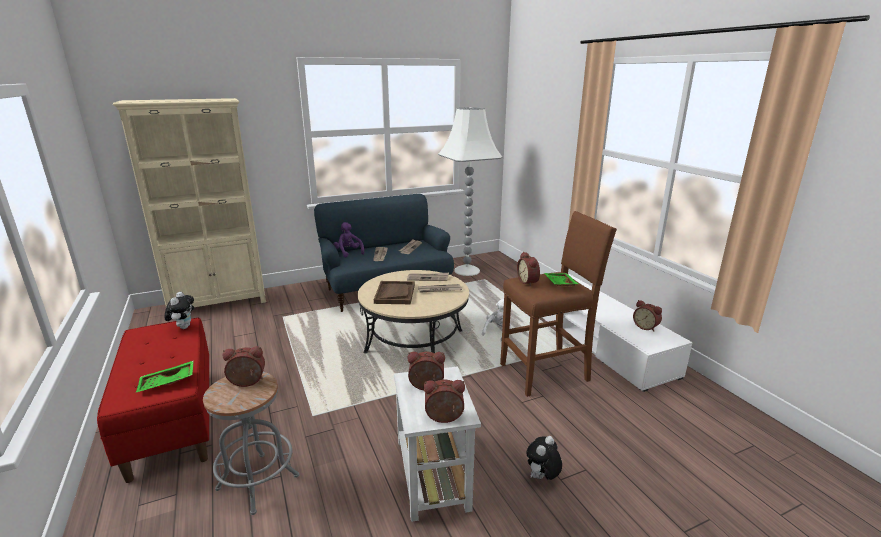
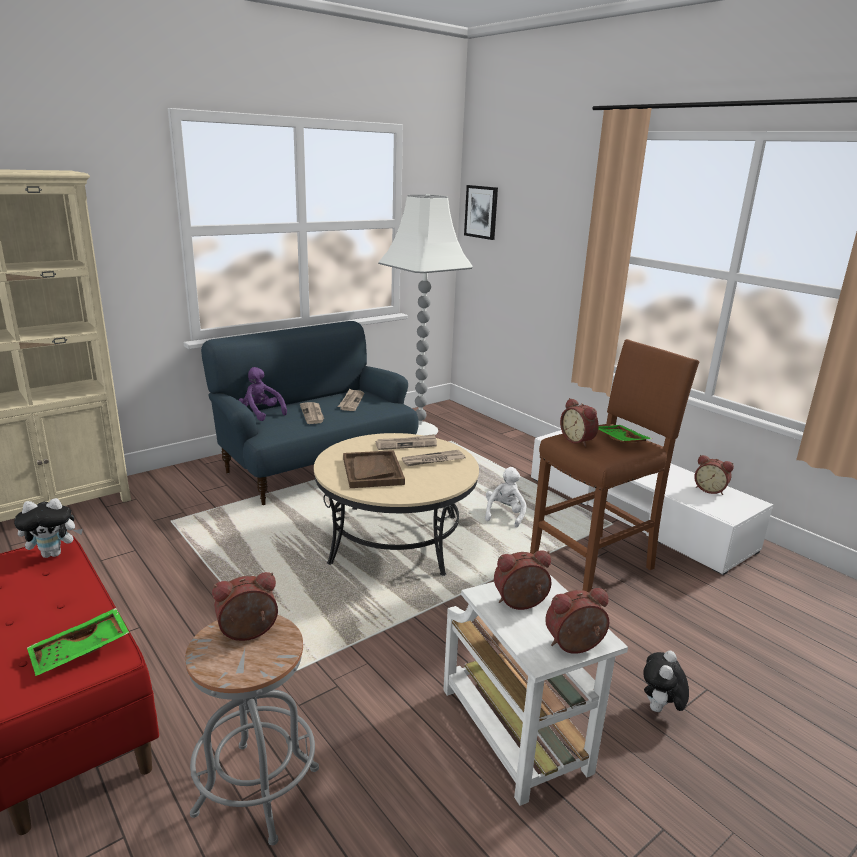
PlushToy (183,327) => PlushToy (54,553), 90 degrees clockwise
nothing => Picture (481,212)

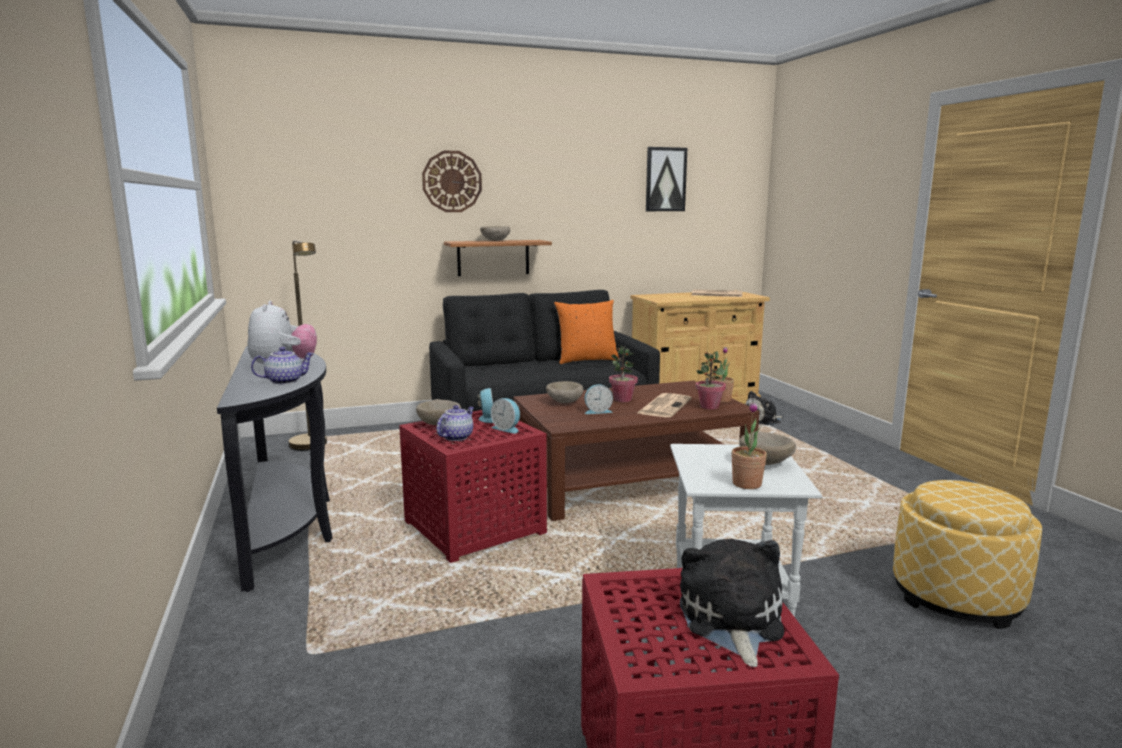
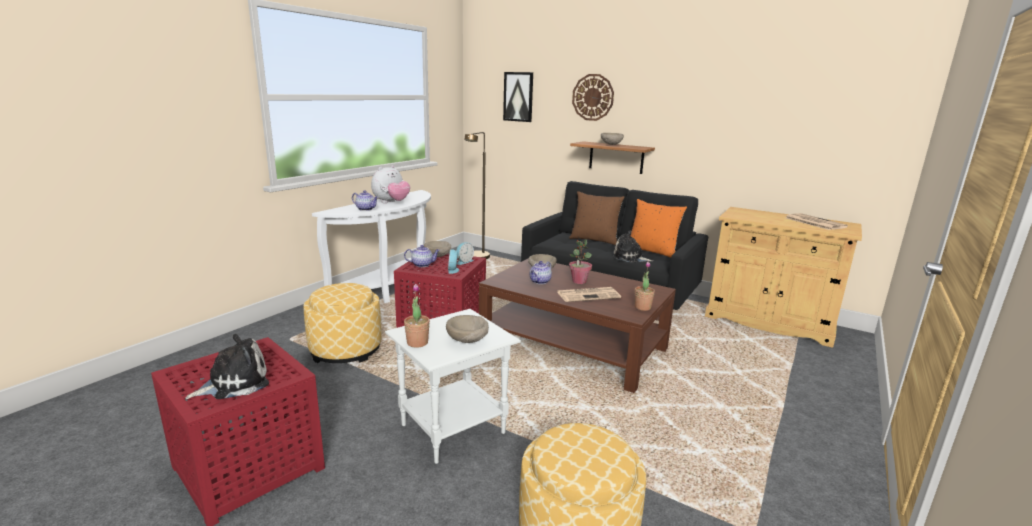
Picture (665,179) => Picture (518,97), move
BlackConsoleTable (289,526) => WhiteConsoleTable (391,290)
PottedPlant (709,407) => nothing
AlarmClock (597,411) => Teapot (540,282)
PlushToy (763,420) => PlushToy (630,258), move
nothing => BrownPillow (594,240)
nothing => Ottoman (346,350)

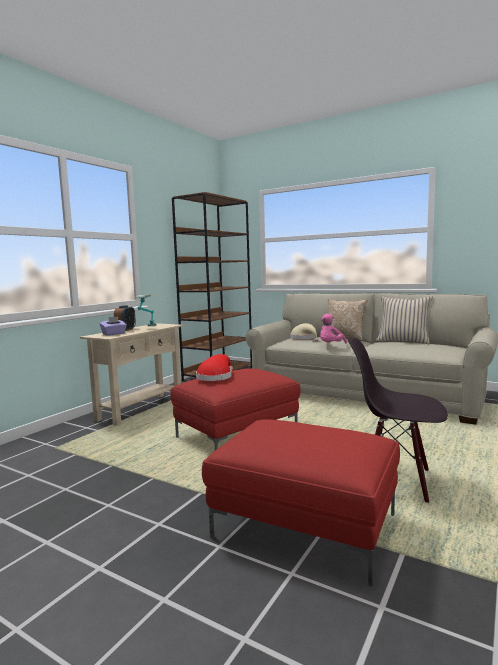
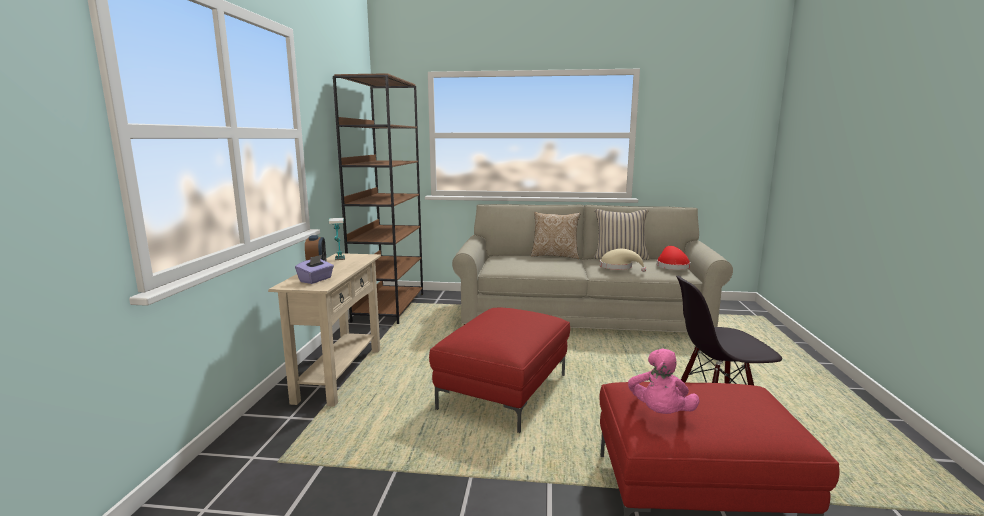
PinkPlushToy (330,345) => PinkPlushToy (660,413), move
BeigeHat (304,338) => BeigeHat (618,267), move
RedHat (215,377) => RedHat (671,266), move

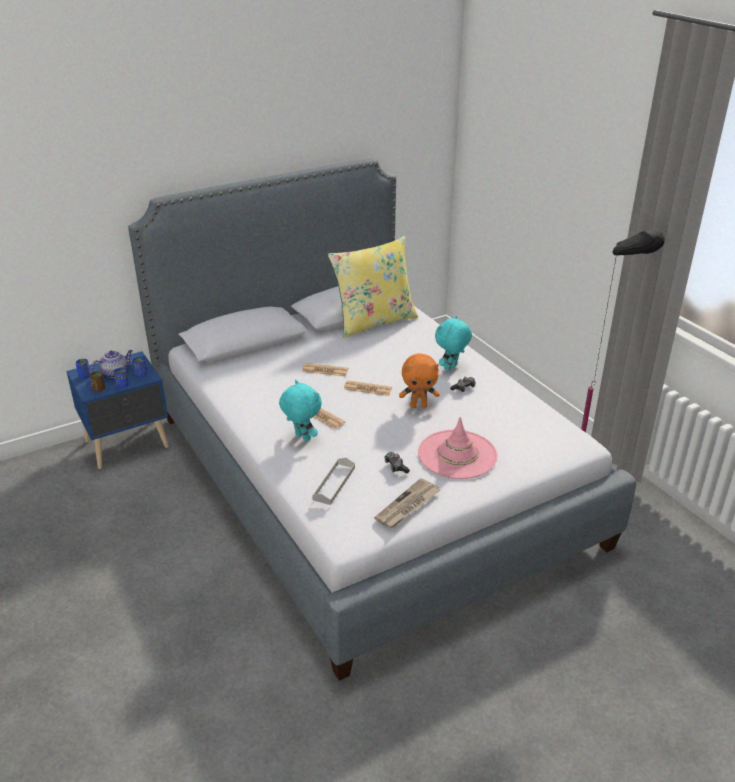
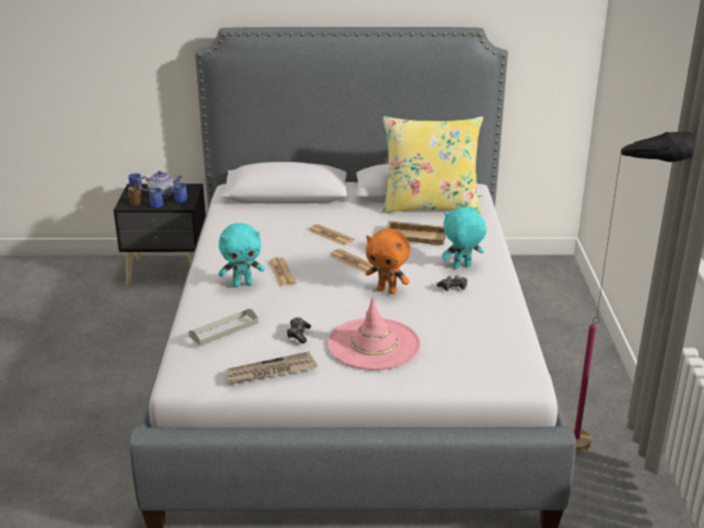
BlueNightstand (128,445) => BlackNightstand (168,272)
TurquoisePlushToy (301,437) => TurquoisePlushToy (242,284), 90 degrees clockwise
nothing => BeigeTray (417,236)

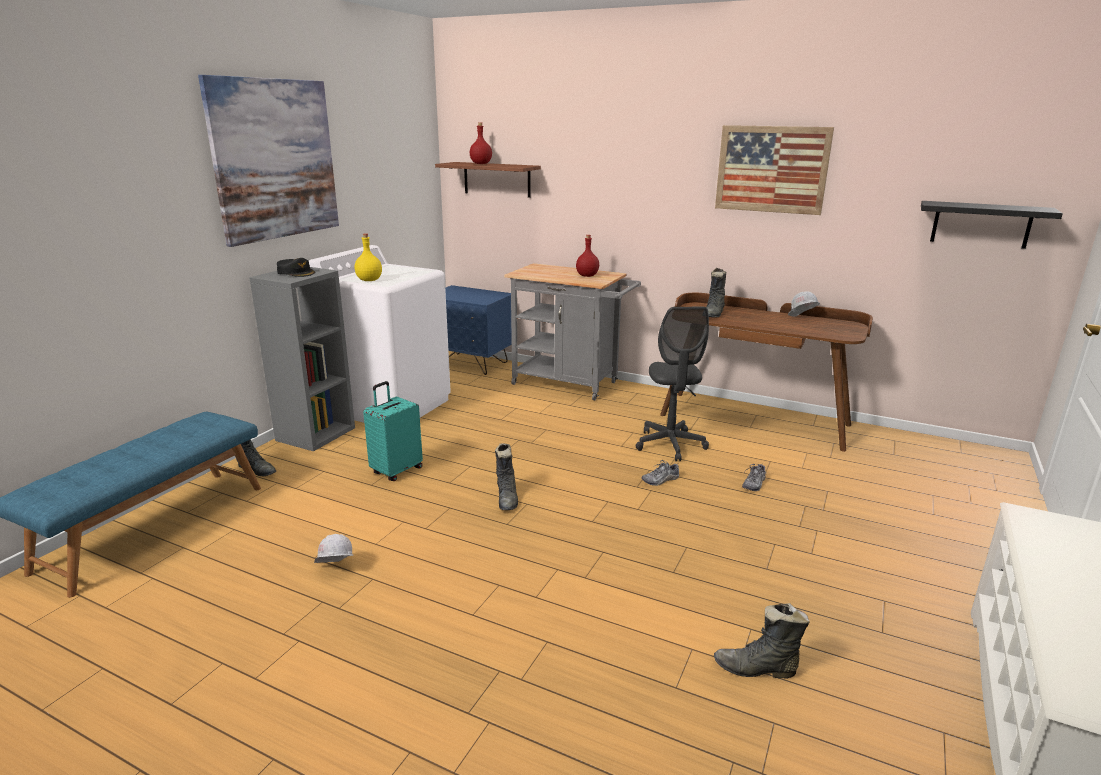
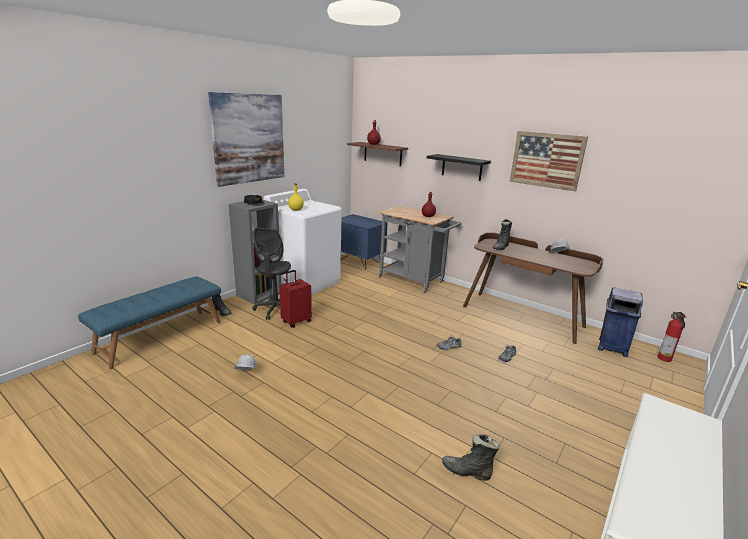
BlackShelf (981,224) => BlackShelf (461,167), move
GreyOfficeChair (670,444) => GreyOfficeChair (275,309), move
TurquoiseSuitcase (396,470) => RedSuitcase (296,321)
BlackBoot (507,498) => nothing
nothing => BlueTrashCan (611,347)
nothing => FireExtinguisher (665,359)

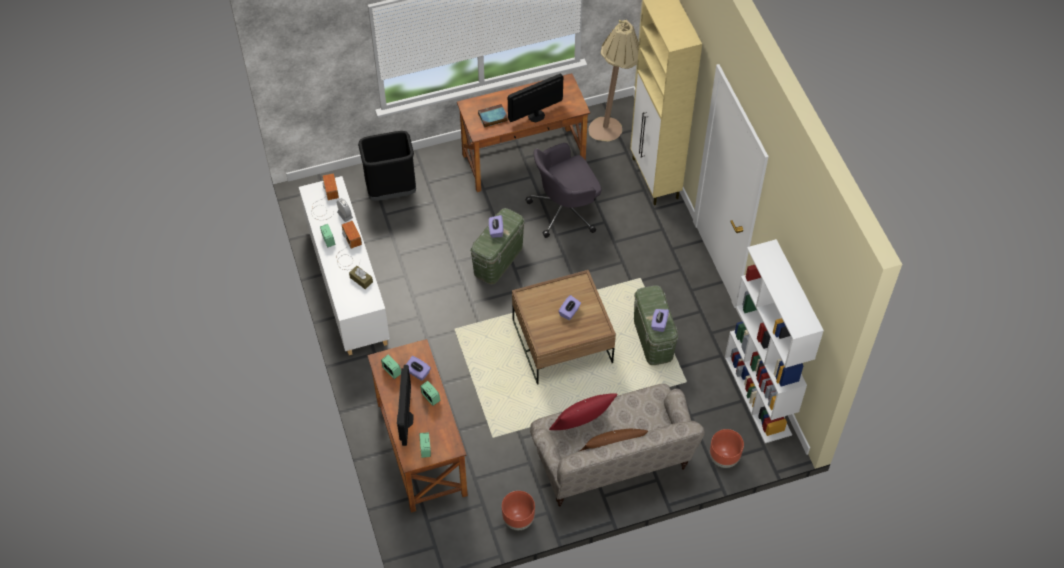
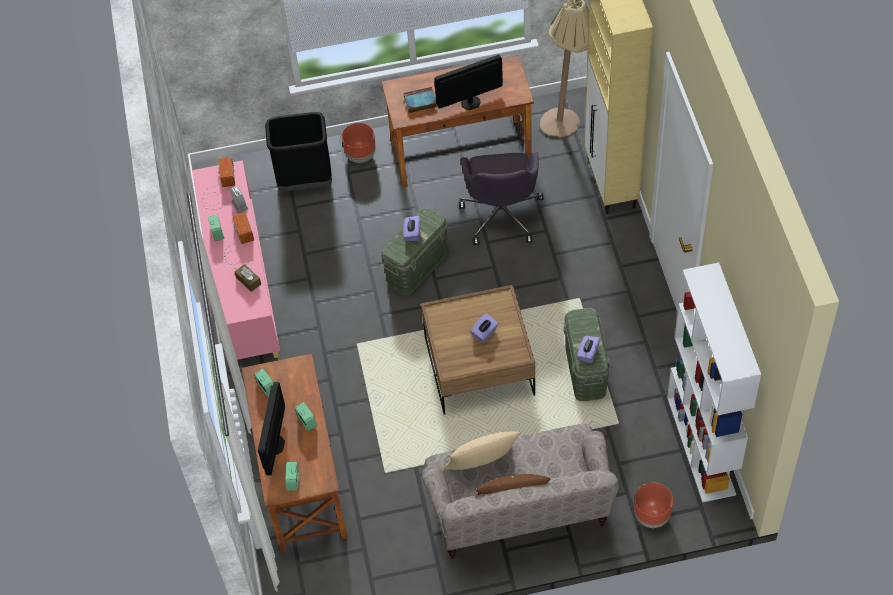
GreyOfficeChair (565,210) => GreyOfficeChair (502,214), 75 degrees counterclockwise
WhiteCabinet (347,285) => PinkCabinet (242,286)
PurpleTissueBox (417,372) => nothing
RedPillow (581,426) => BeigePillow (482,466)
BrownPlanter (518,520) => BrownPlanter (360,156), move

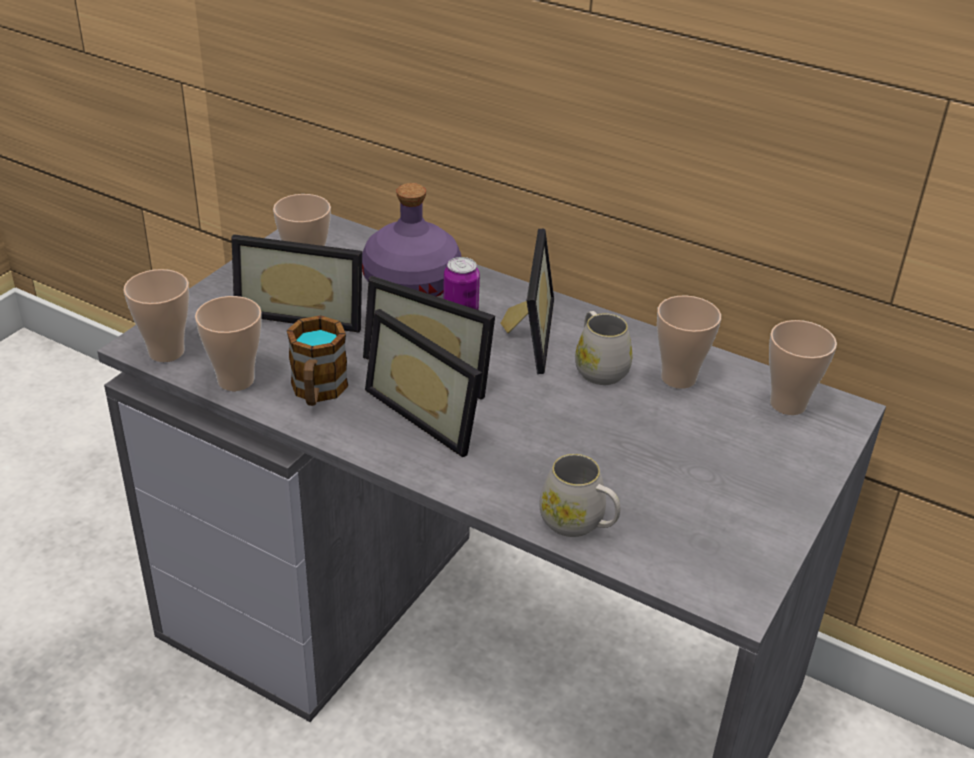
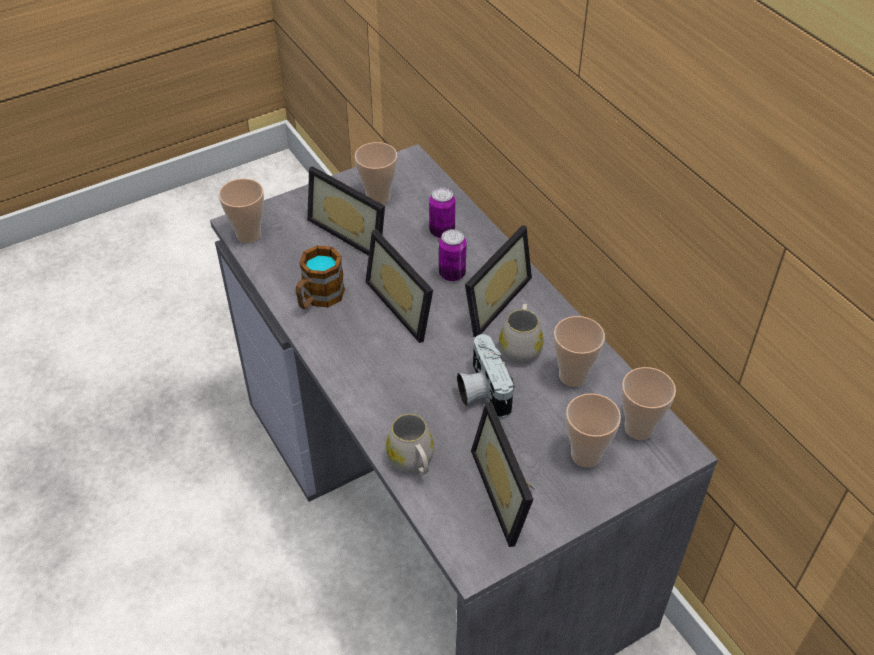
PurpleBottle (413,283) => Can (442,231)
Cup (236,380) => Cup (586,455), move
PictureFrame (431,412) => PictureFrame (510,492), move
nothing => PhotoCamera (481,391)

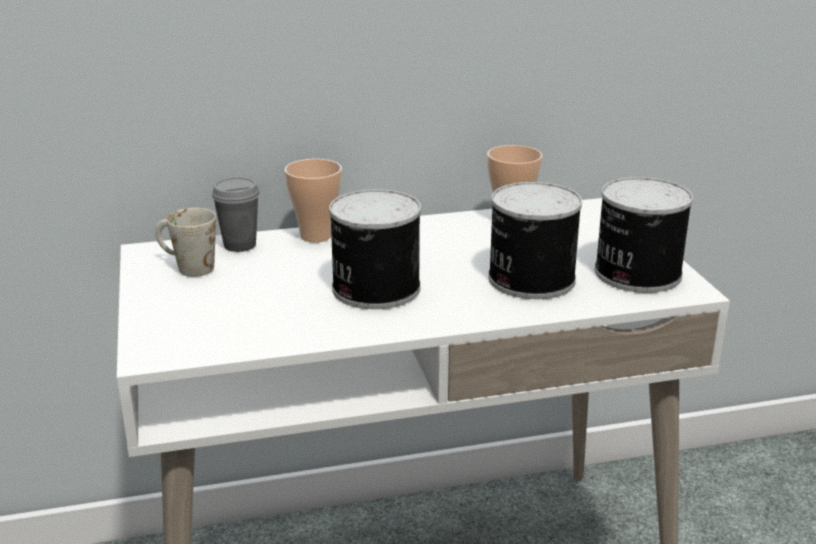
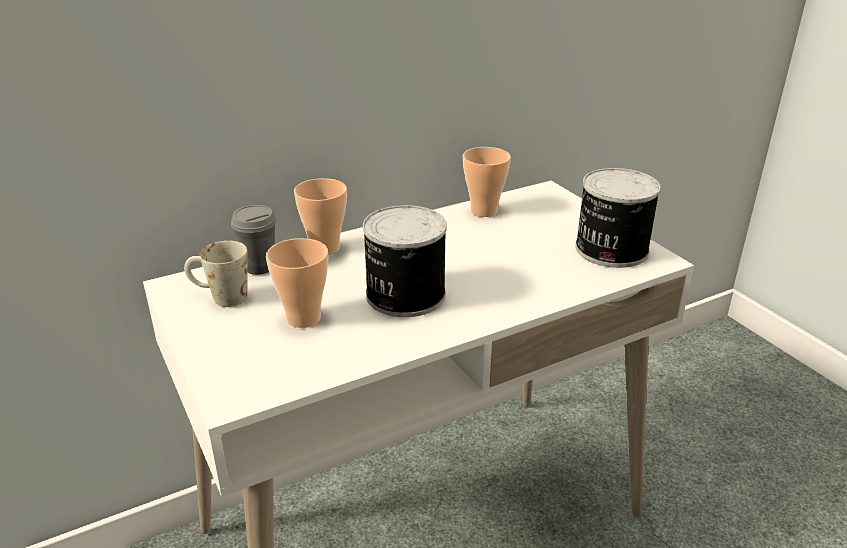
Can (529,279) => nothing
nothing => Cup (303,318)

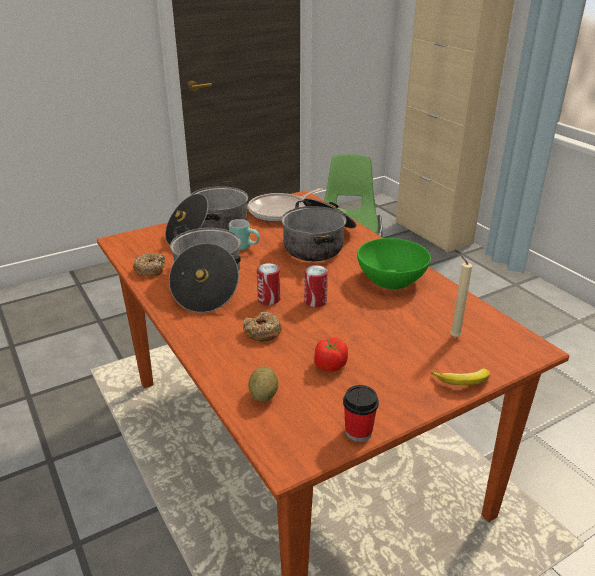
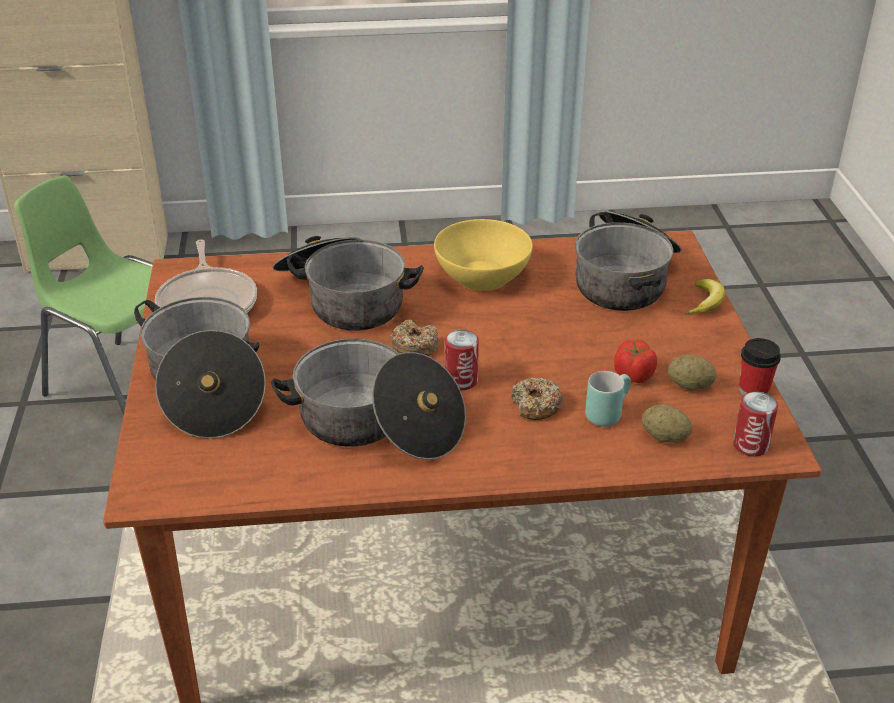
TurquoiseMug (245,246) => TurquoiseMug (606,412), move
GreenBowl (391,279) => YellowBowl (482,276)
Donut (150,269) => Donut (414,347), move
BeigeCandle (453,336) => CookingPot (626,279)
Can (315,301) => Can (750,445), move
nothing => Potato (689,386)

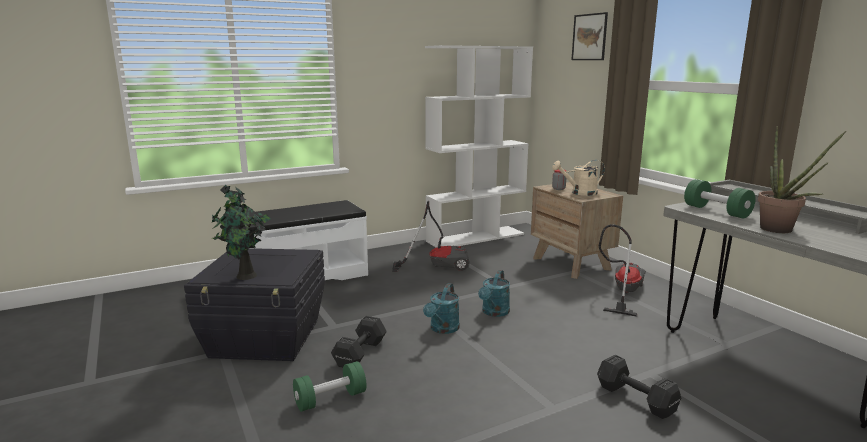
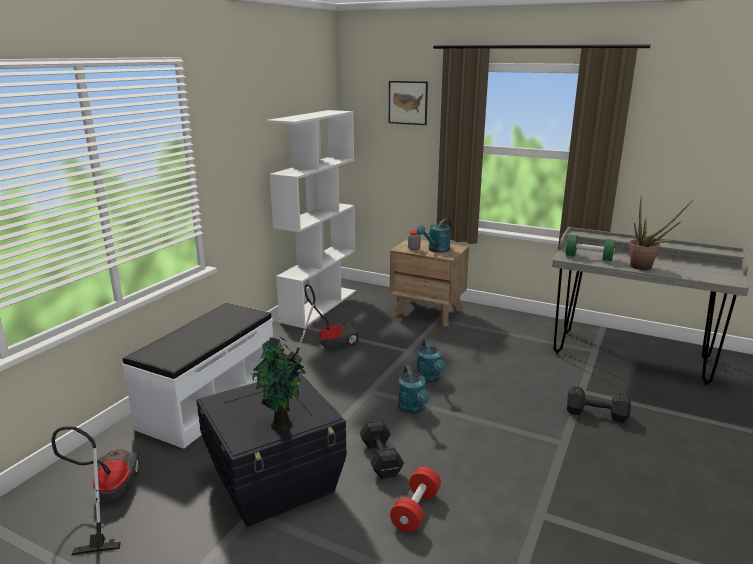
BeigeWateringCan (579,193) => TurquoiseWateringCan (436,250)
VacuumCleaner (622,292) => VacuumCleaner (108,499), move
GreenDumbbell (330,399) => RedDumbbell (415,510)

